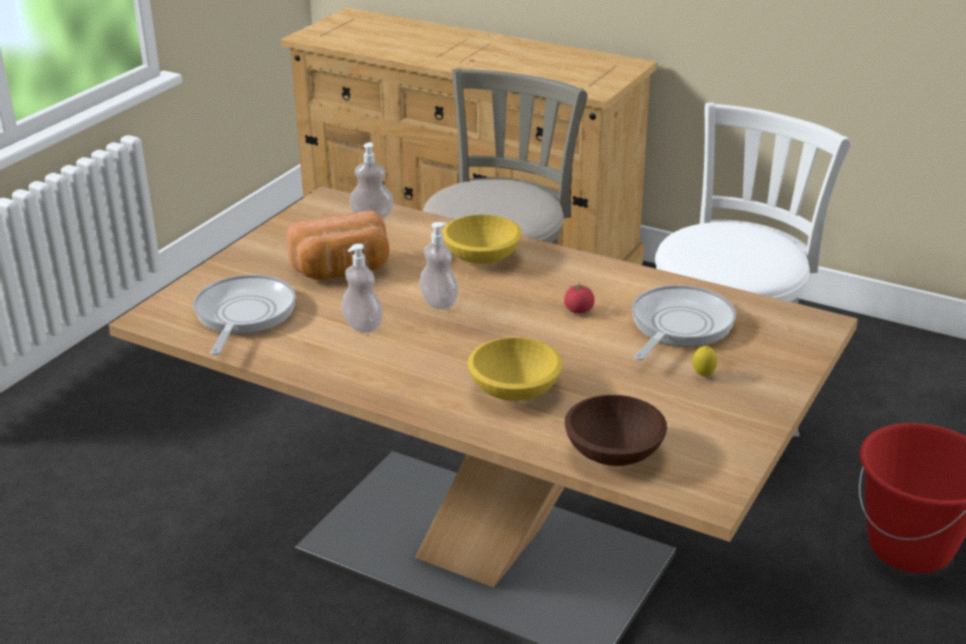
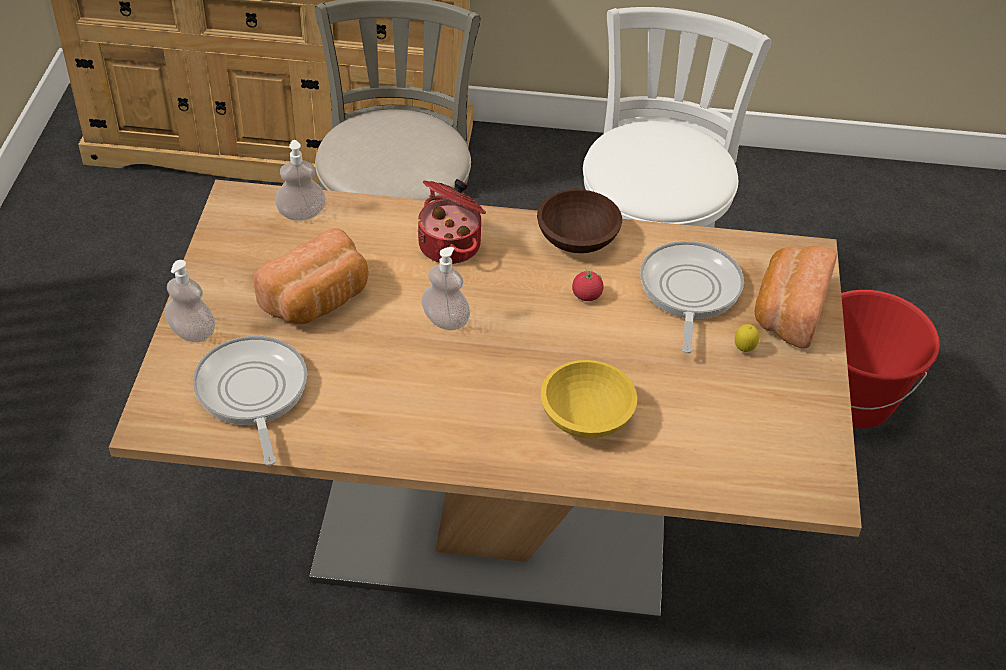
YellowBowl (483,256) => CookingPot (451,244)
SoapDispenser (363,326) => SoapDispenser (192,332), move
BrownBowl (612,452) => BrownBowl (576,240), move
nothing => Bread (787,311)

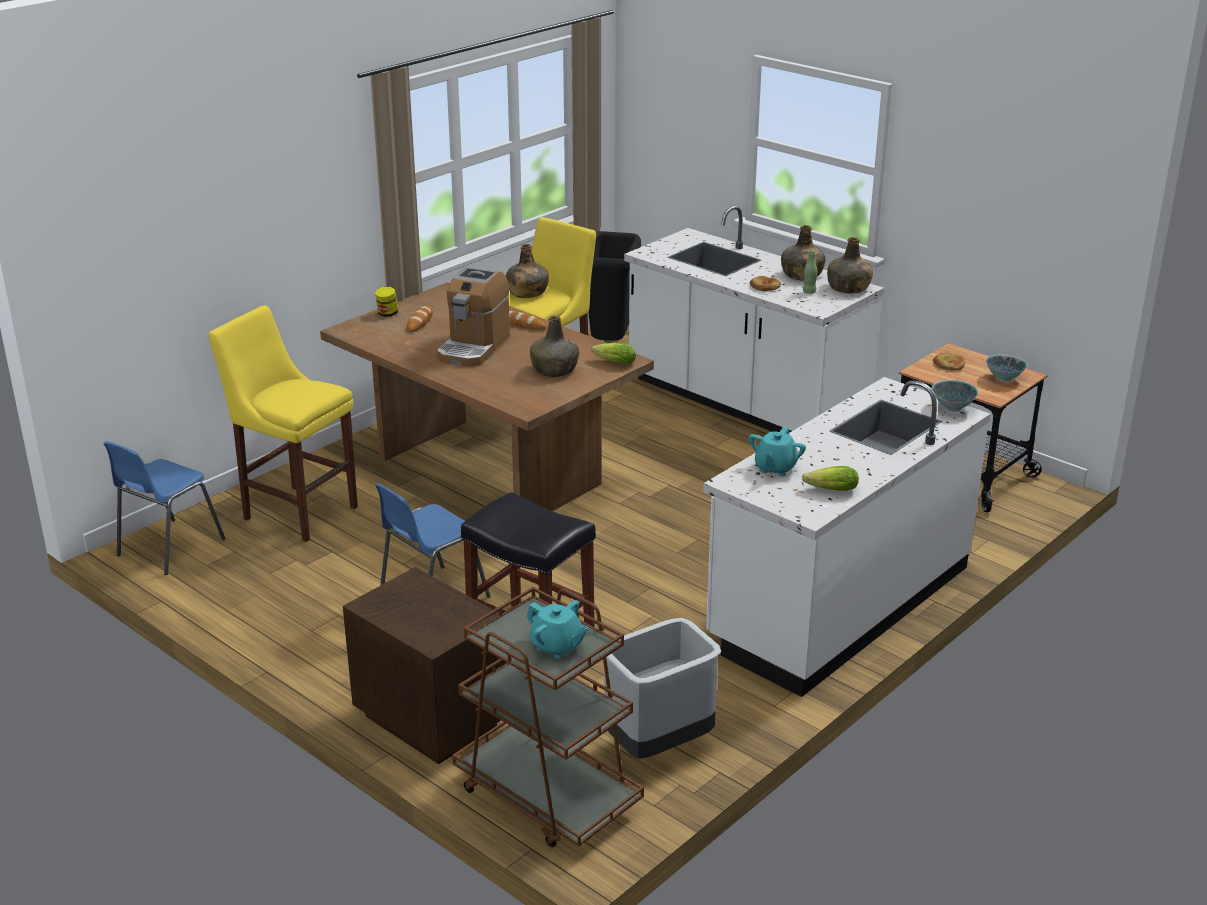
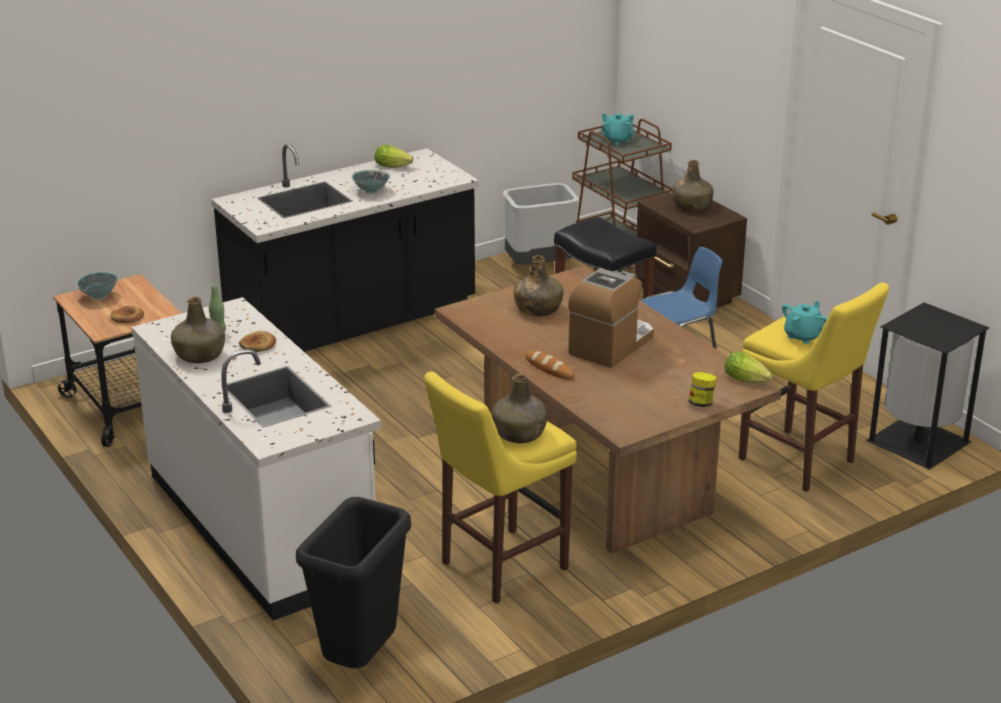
GreenBottle (848,288) => GreenBottle (691,206), move
Bread (420,322) => nothing
Lettuce (612,362) => Lettuce (748,380), move
WhiteCounter (838,605) => BlackCounter (353,322)
Bowl (952,408) => Bowl (371,192), move
TurquoiseTeapot (775,468) => TurquoiseTeapot (803,336), move
BlueChair (168,548) => BlackTrashCan (920,442)

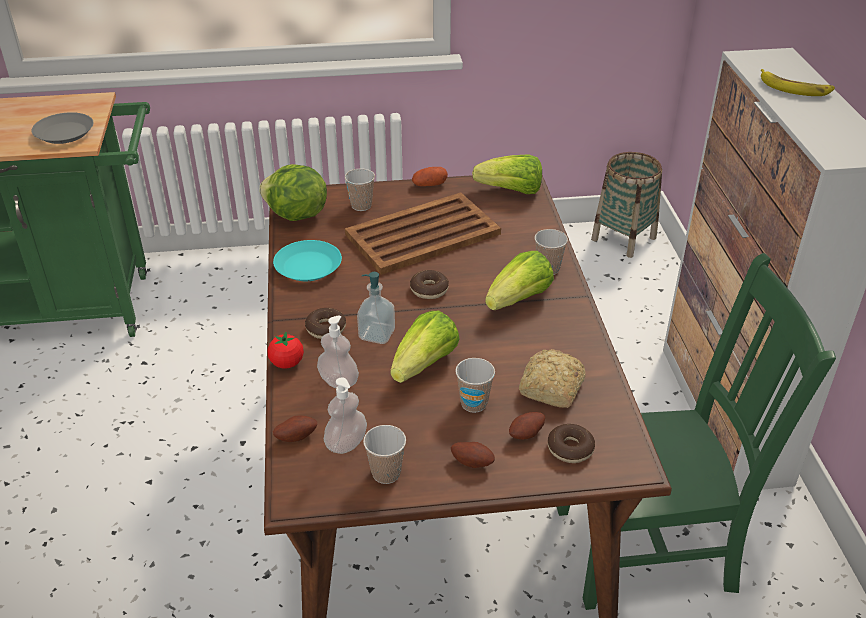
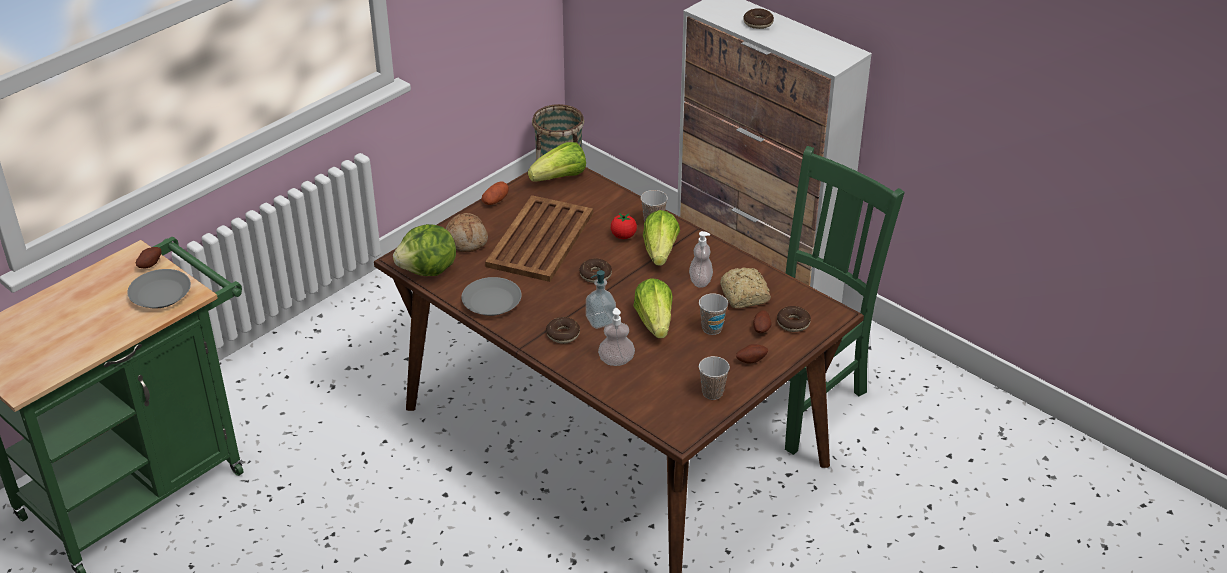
Banana (794,88) => Donut (758,23)
Cup (361,206) => Bread (467,240)
TurquoisePlate (309,267) => GreyPlate (492,302)
Tomato (287,363) => Tomato (623,236), move
SoapDispenser (346,443) => SoapDispenser (700,281), move
Potato (296,436) => Potato (149,264), move

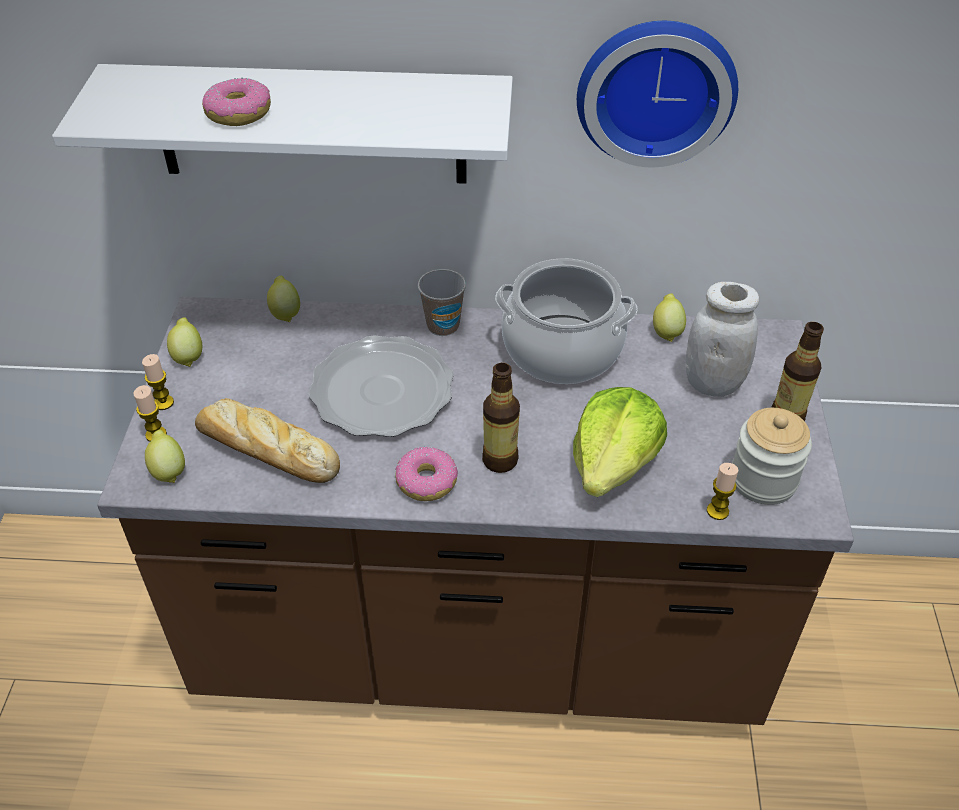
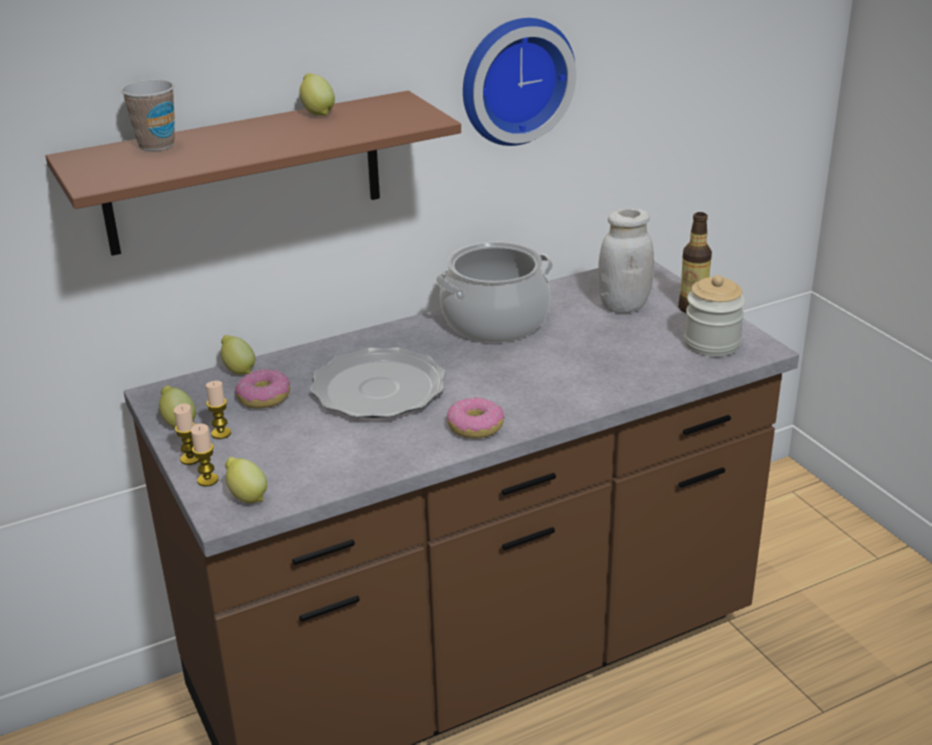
WhiteShelf (310,125) => BrownShelf (244,173)
Donut (239,113) => Donut (264,397), move
Cup (443,326) => Cup (156,145), move
Lemon (666,331) => Lemon (317,113), move
Bottle (500,460) => nothing
Lettuce (613,464) => nothing
Bread (265,450) => nothing
Candle (717,511) => Candle (221,433), move

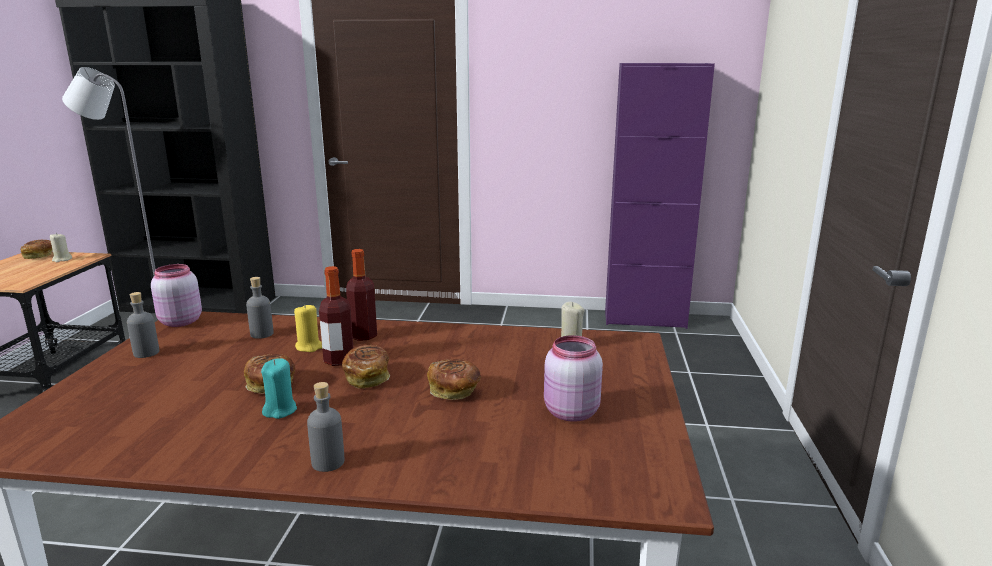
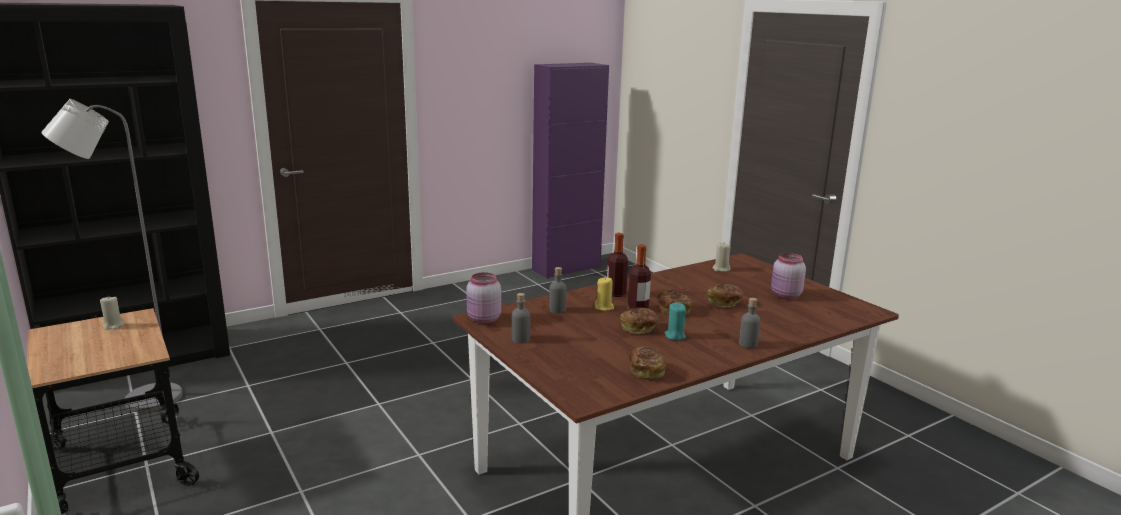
Bread (39,256) => Bread (646,371), move

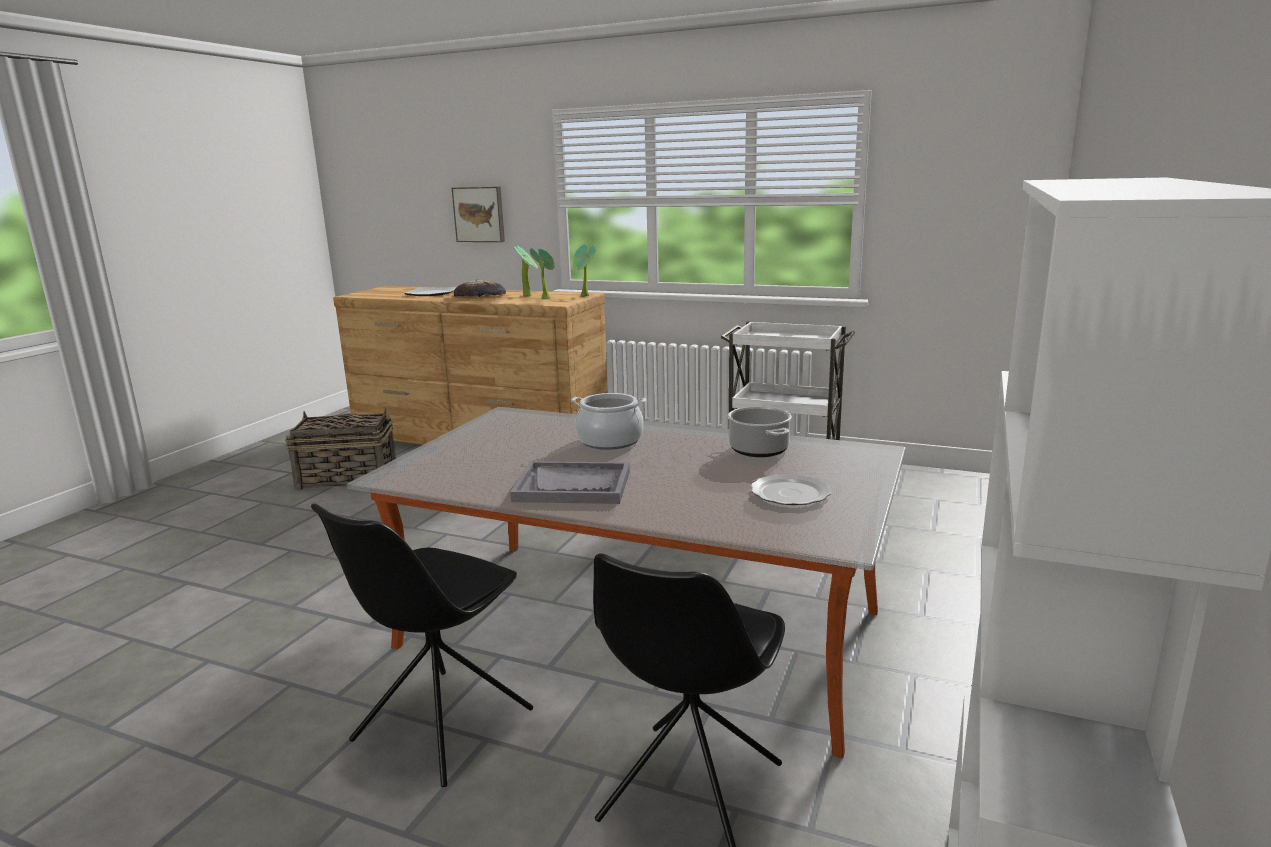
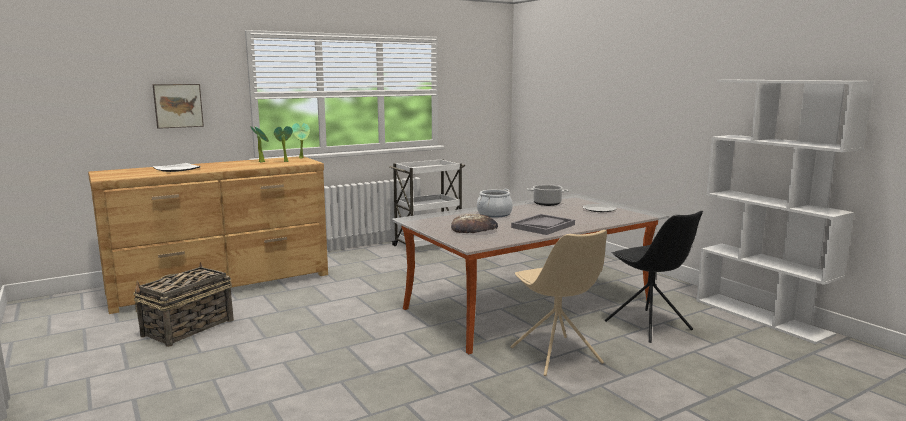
Bread (480,296) => Bread (474,229), move
BlackChair (440,726) => BeigeChair (556,356)

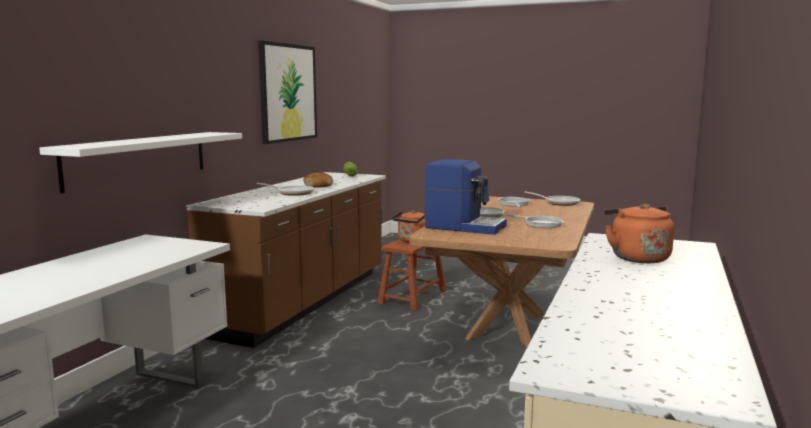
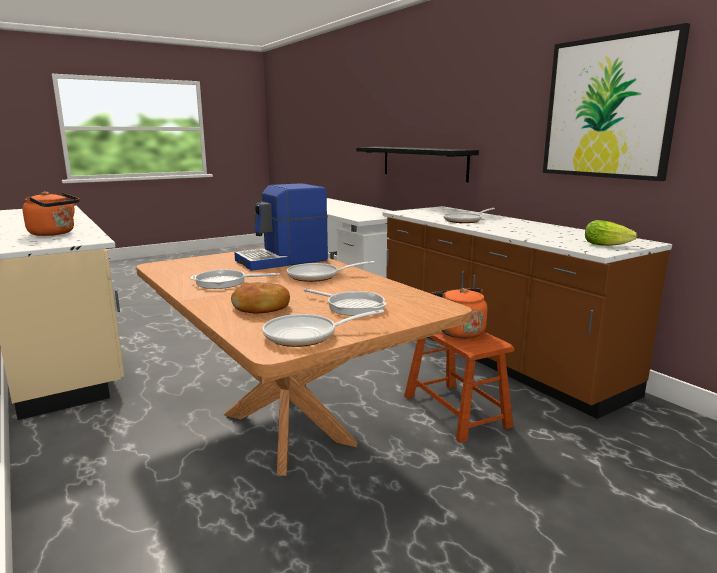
WhiteShelf (139,159) => BlackShelf (423,163)
Bread (318,185) => Bread (261,307), move

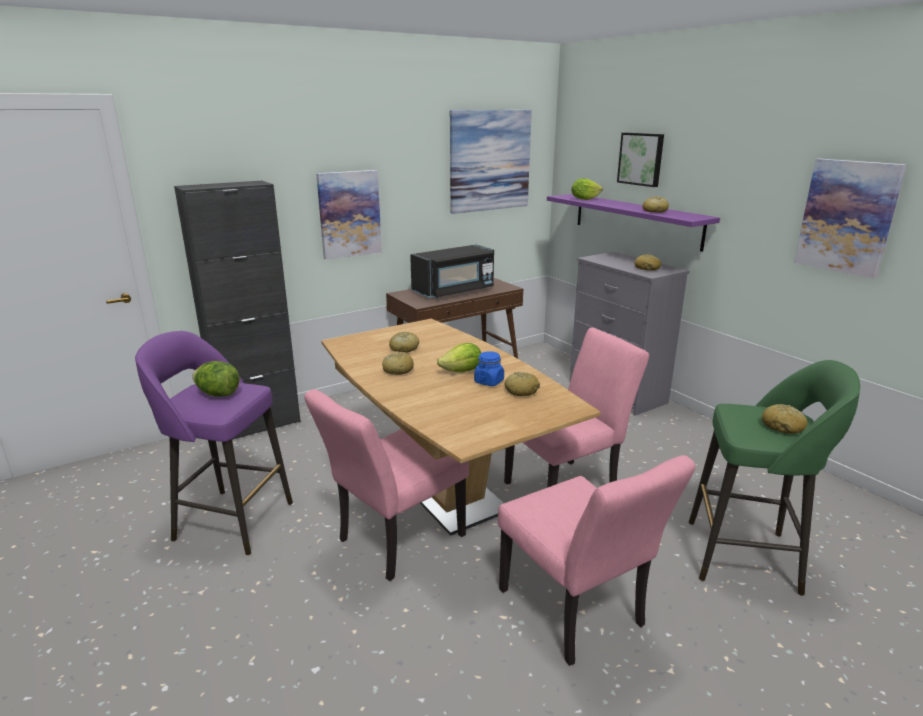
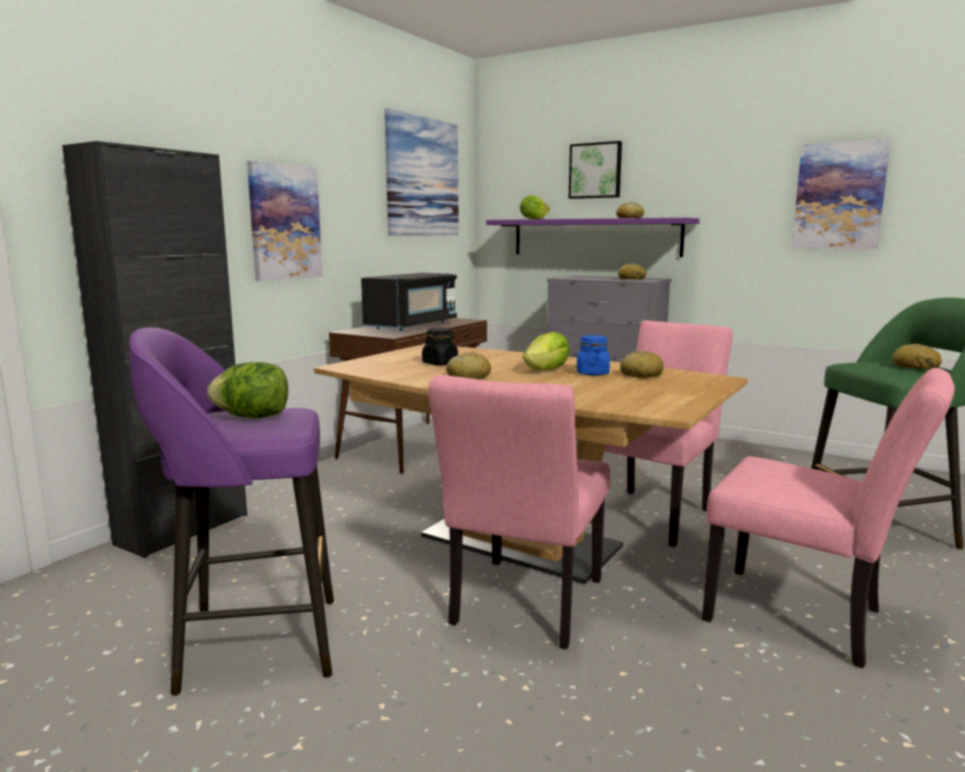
Bread (404,348) => BlackJar (440,363)

